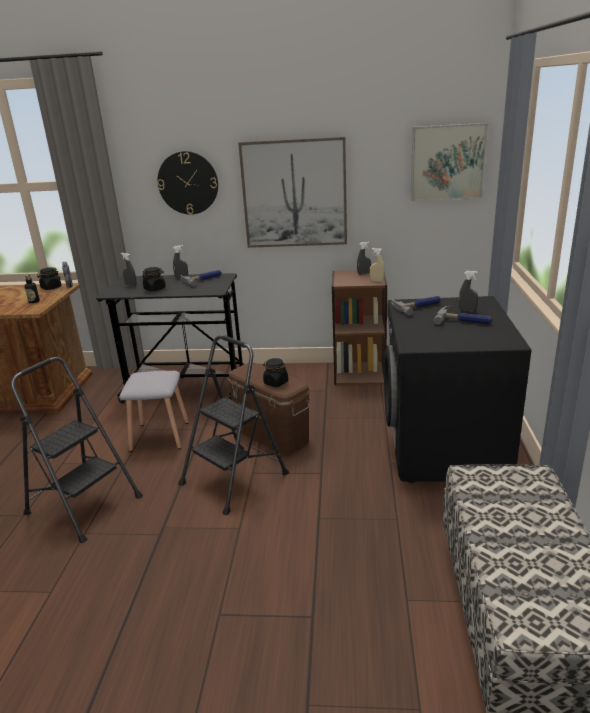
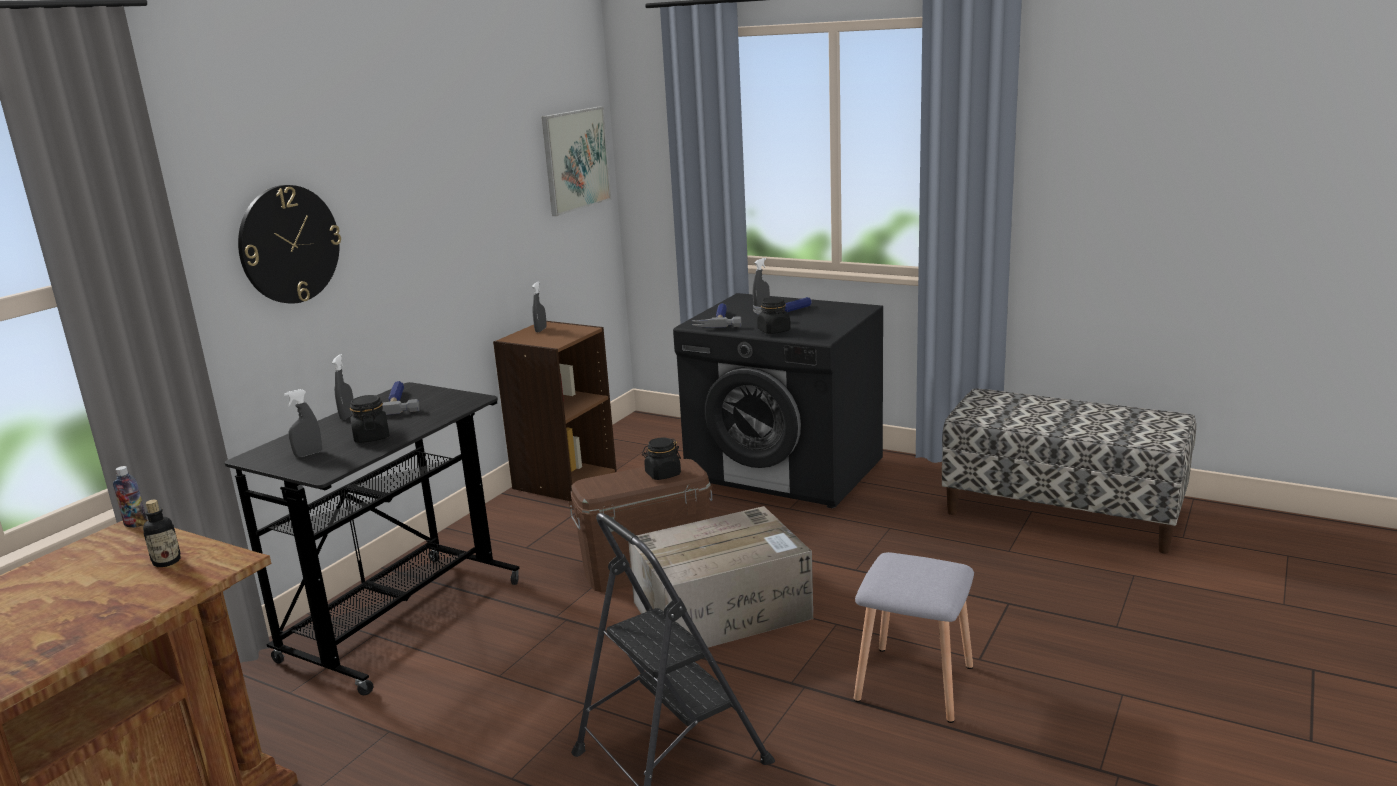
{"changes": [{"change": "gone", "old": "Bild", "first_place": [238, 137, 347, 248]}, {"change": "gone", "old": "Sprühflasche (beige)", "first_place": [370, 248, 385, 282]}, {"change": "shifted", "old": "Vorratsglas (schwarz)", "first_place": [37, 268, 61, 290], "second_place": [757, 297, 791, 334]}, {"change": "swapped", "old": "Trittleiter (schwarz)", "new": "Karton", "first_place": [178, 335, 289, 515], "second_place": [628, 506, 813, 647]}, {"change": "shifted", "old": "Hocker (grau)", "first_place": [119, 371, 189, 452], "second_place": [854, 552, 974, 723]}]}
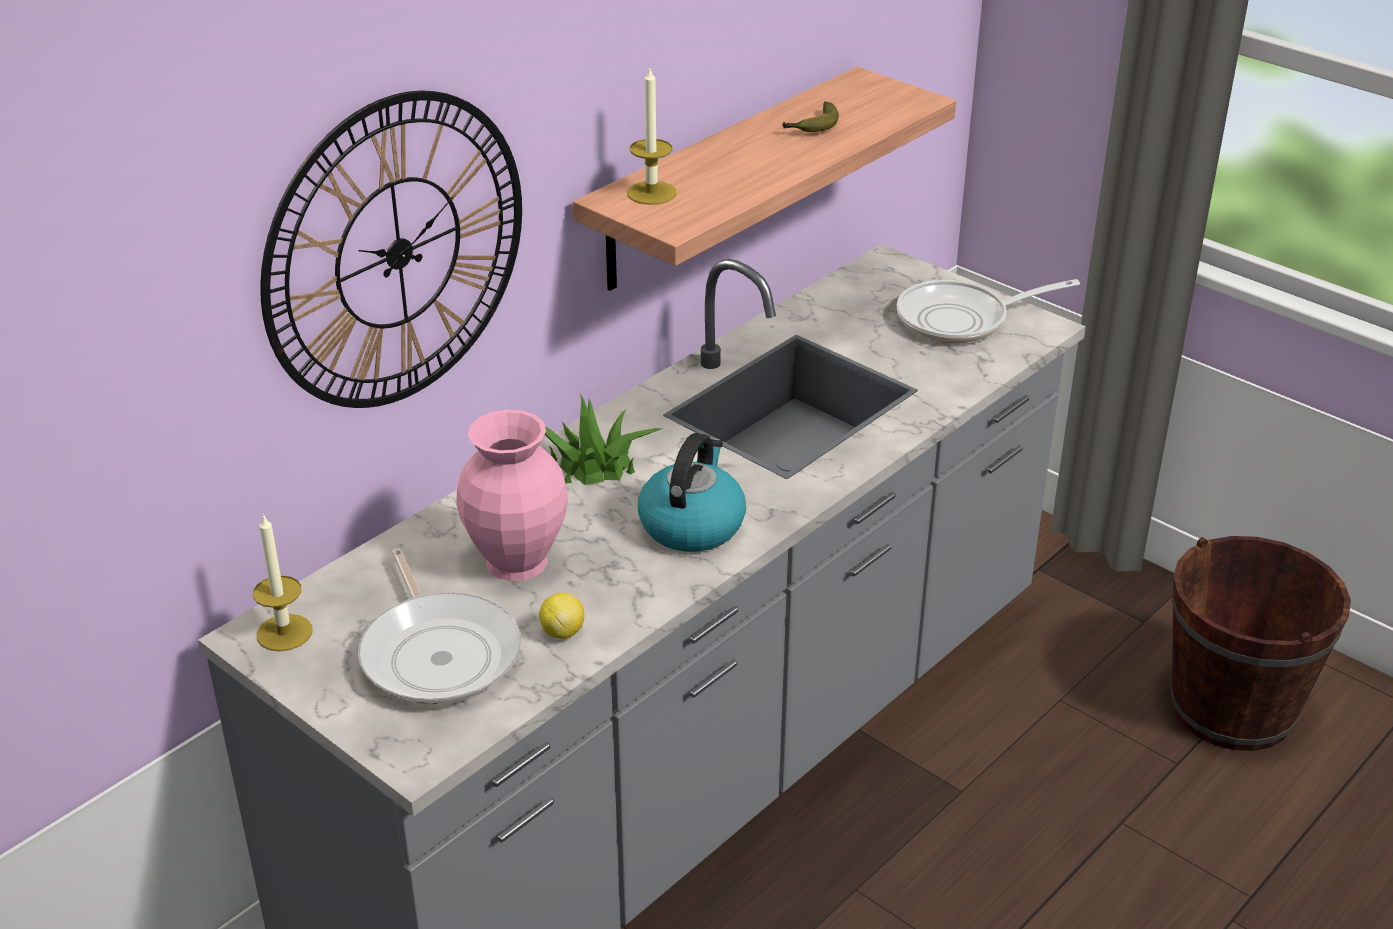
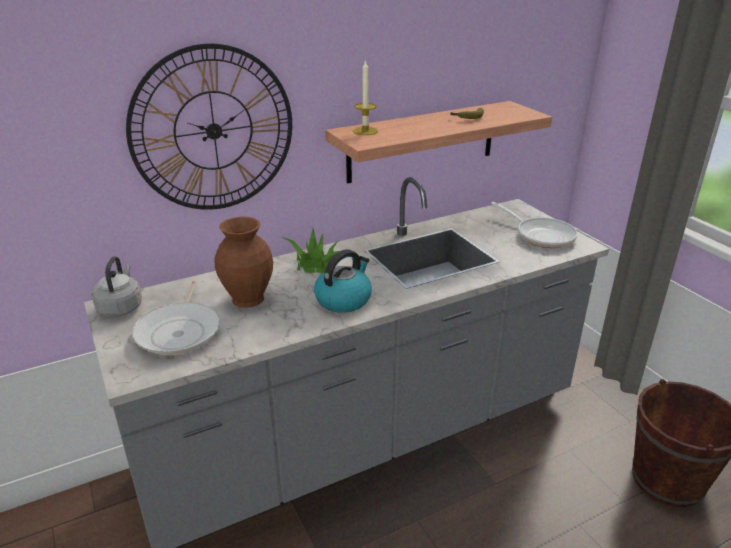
{"changes": [{"change": "rotated", "old": "Pfanne", "first_place": [897, 279, 1080, 343], "second_place": [491, 202, 578, 248], "degrees": -135}, {"change": "repainted", "old": "Vase (rosa)", "new": "Vase (braun)", "first_place": [456, 409, 568, 581], "second_place": [215, 217, 273, 308]}, {"change": "swapped", "old": "Kerze", "new": "Wasserkessel (grau)", "first_place": [253, 513, 312, 651], "second_place": [92, 256, 142, 317]}, {"change": "gone", "old": "Zitrone", "first_place": [539, 593, 584, 639]}]}
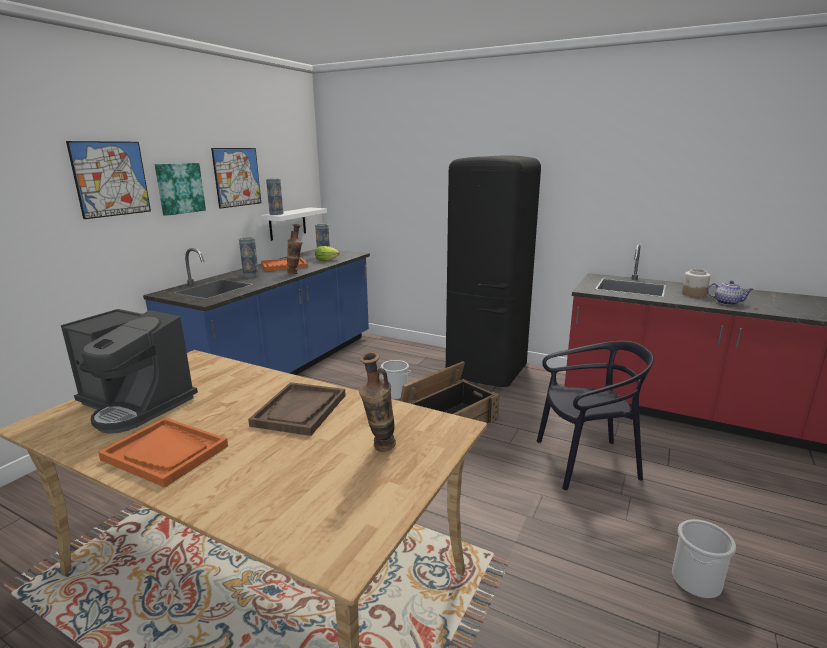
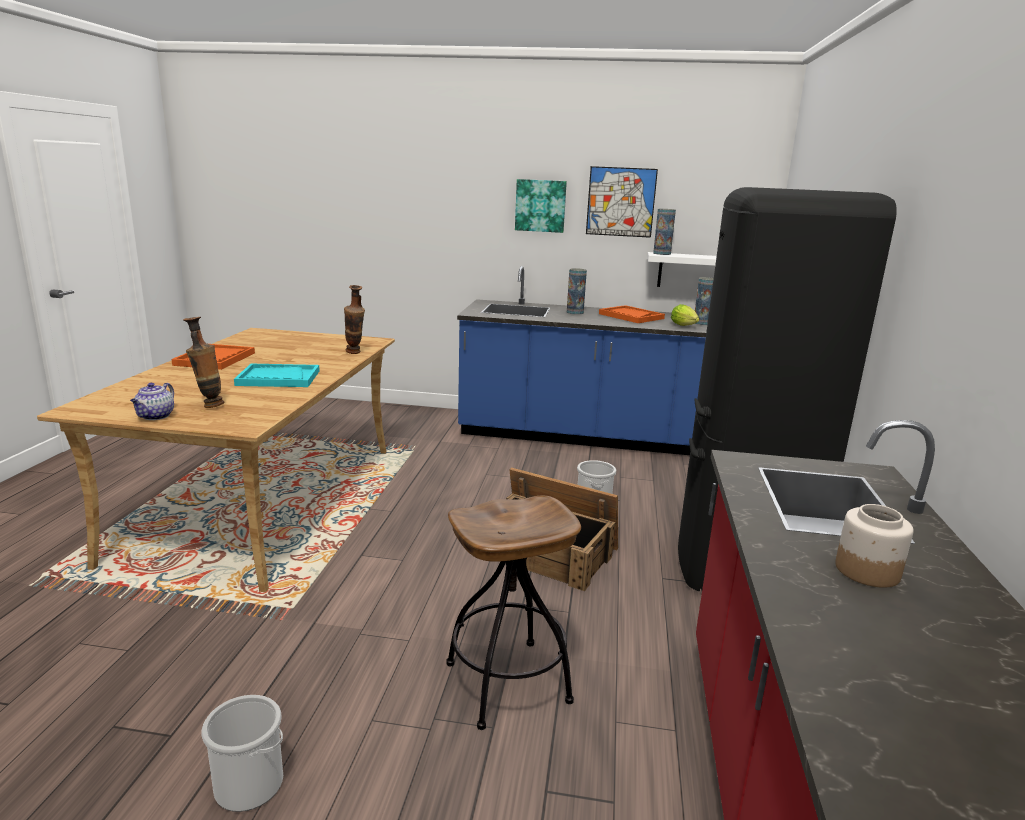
{"changes": [{"change": "gone", "old": "Bild", "first_place": [66, 141, 151, 219]}, {"change": "shifted", "old": "Vase", "first_place": [287, 224, 302, 274], "second_place": [344, 285, 365, 354]}, {"change": "shifted", "old": "Teekanne", "first_place": [707, 280, 754, 305], "second_place": [130, 383, 174, 420]}, {"change": "gone", "old": "Kaffeemaschine", "first_place": [61, 309, 198, 434]}, {"change": "swapped", "old": "Stuhl (schwarz)", "new": "Hocker (braun)", "first_place": [537, 341, 654, 490], "second_place": [446, 496, 581, 730]}, {"change": "repainted", "old": "Tablett (braun)", "new": "Tablett (türkis)", "first_place": [248, 382, 346, 436], "second_place": [234, 364, 320, 387]}]}
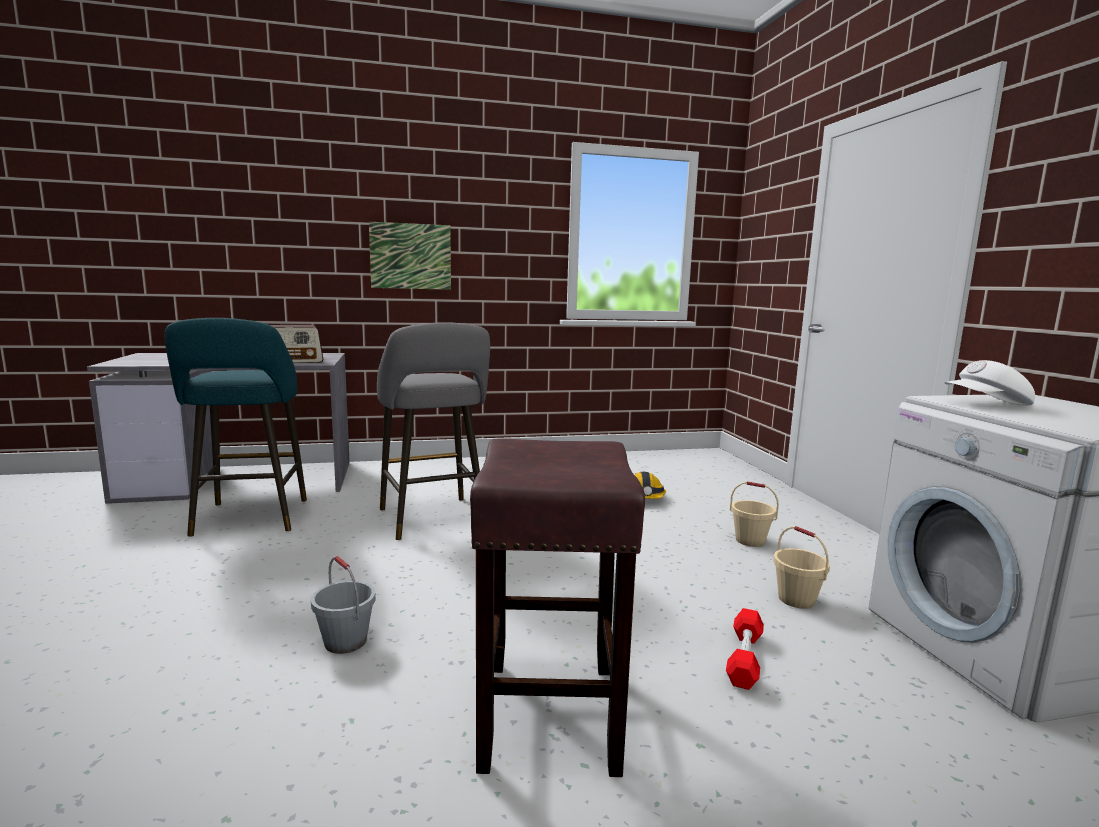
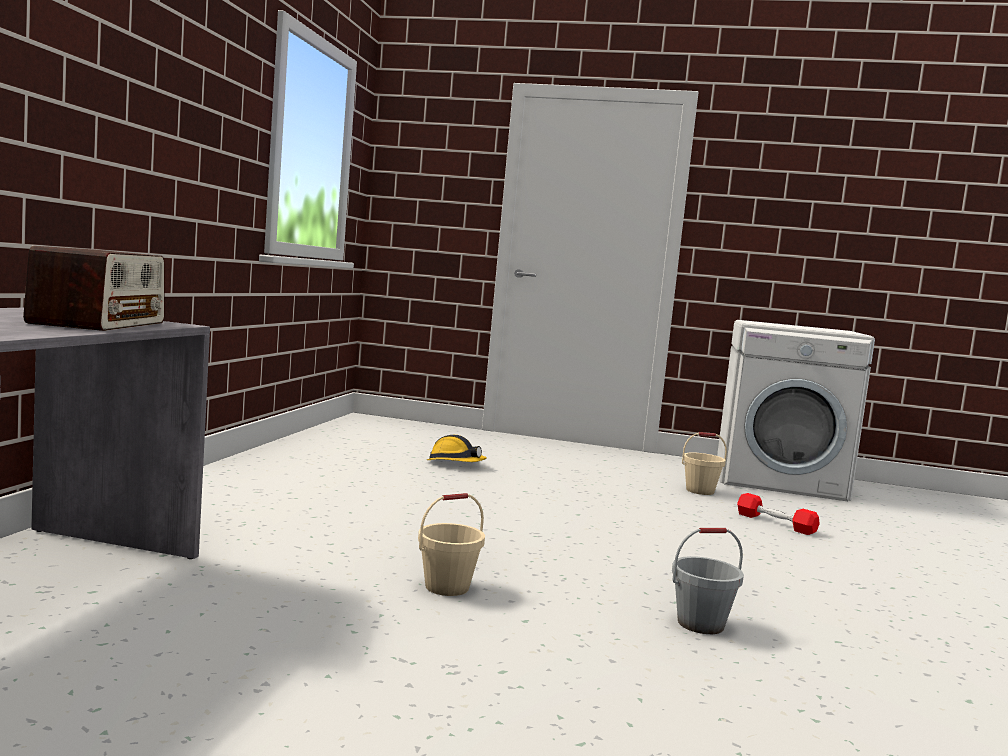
{"changes": [{"change": "gone", "old": "Bild", "first_place": [369, 222, 451, 290]}, {"change": "gone", "old": "Hocker (türkis)", "first_place": [165, 318, 307, 537]}, {"change": "gone", "old": "Hocker (grau)", "first_place": [377, 322, 490, 540]}, {"change": "gone", "old": "Kappe (weiß)", "first_place": [945, 360, 1035, 406]}, {"change": "gone", "old": "Hocker (braun)", "first_place": [470, 438, 645, 777]}, {"change": "shifted", "old": "Eimer (beige)", "first_place": [730, 481, 779, 547], "second_place": [418, 493, 485, 596]}]}
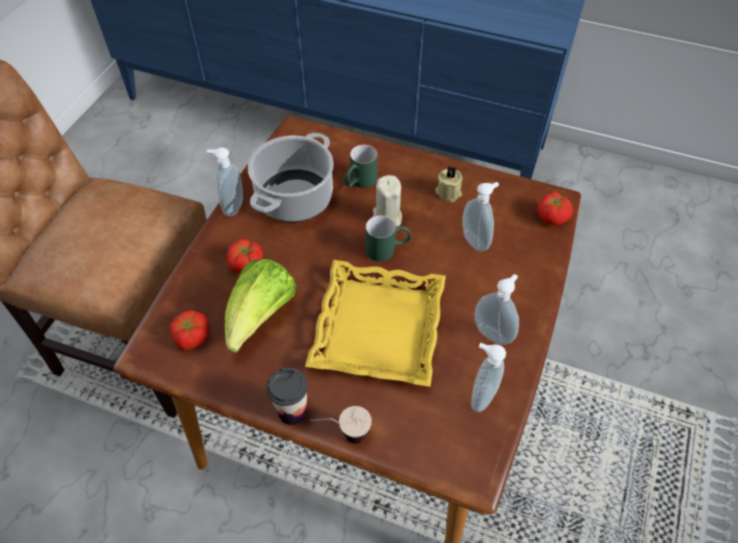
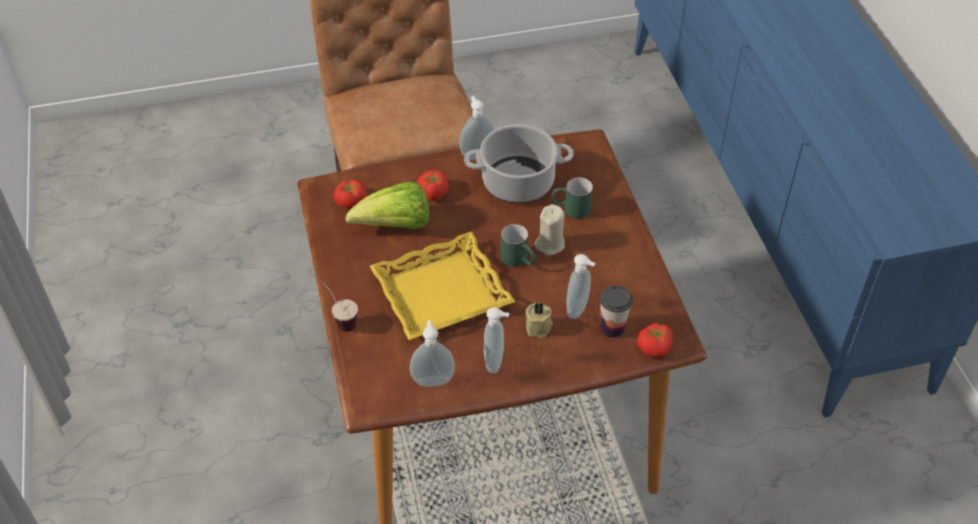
{"changes": [{"change": "shifted", "old": "Kerze (beige)", "first_place": [435, 166, 462, 202], "second_place": [526, 303, 553, 338]}, {"change": "shifted", "old": "Tasse", "first_place": [267, 368, 308, 425], "second_place": [600, 285, 633, 338]}]}
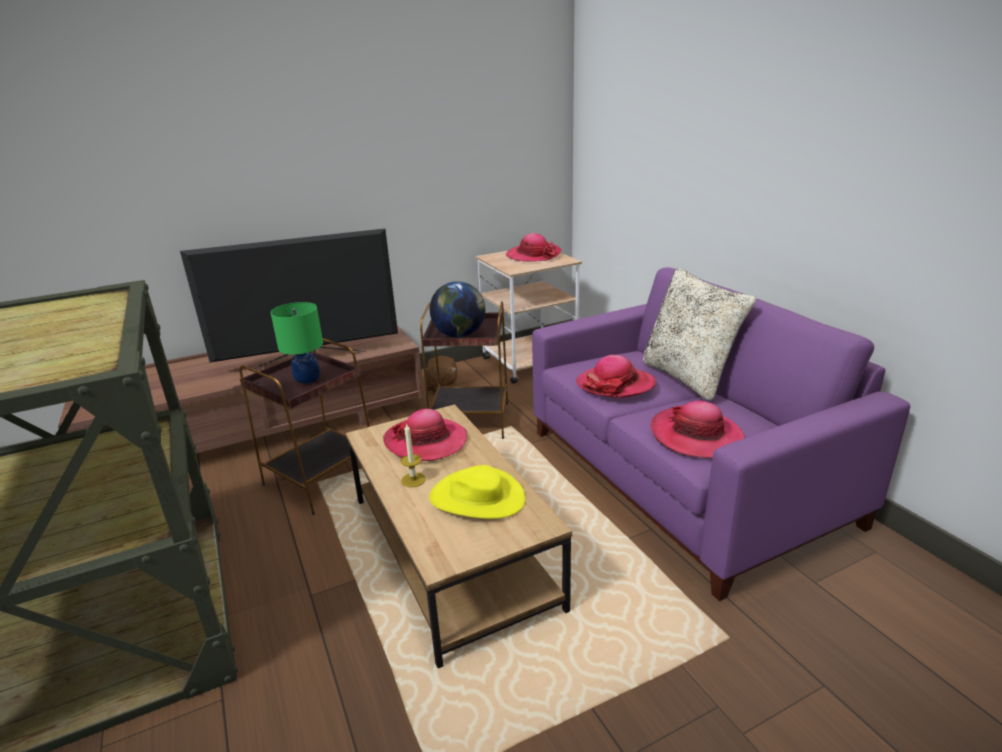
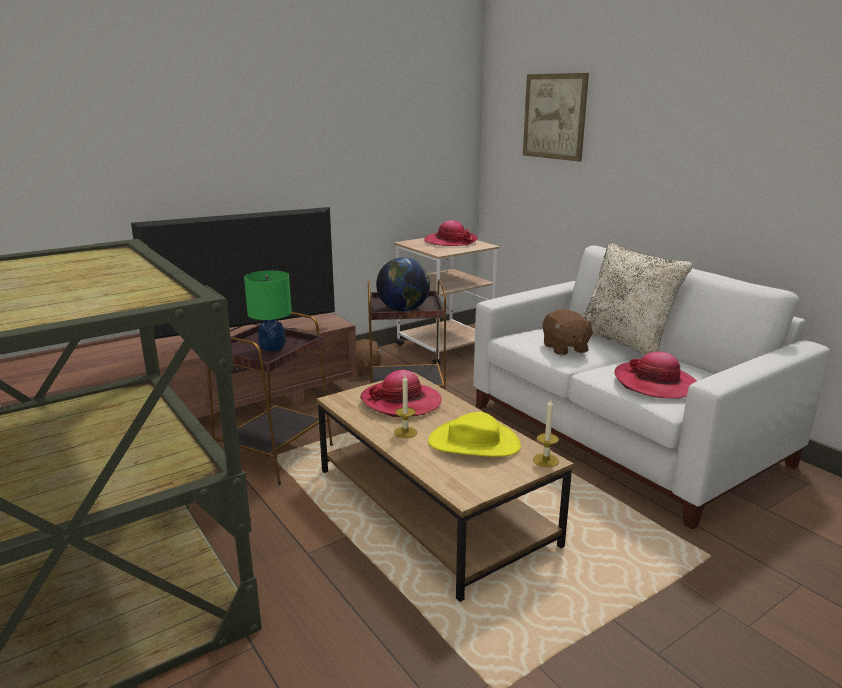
{"changes": [{"change": "repainted", "old": "Sofa (lila)", "new": "Sofa (weiß)", "first_place": [532, 267, 910, 601], "second_place": [474, 246, 830, 529]}, {"change": "swapped", "old": "Hut", "new": "Plüschtier (braun)", "first_place": [576, 355, 656, 398], "second_place": [542, 309, 595, 355]}, {"change": "new", "new": "Bild", "second_place": [523, 73, 589, 162]}, {"change": "new", "new": "Kerze", "second_place": [533, 399, 559, 467]}]}
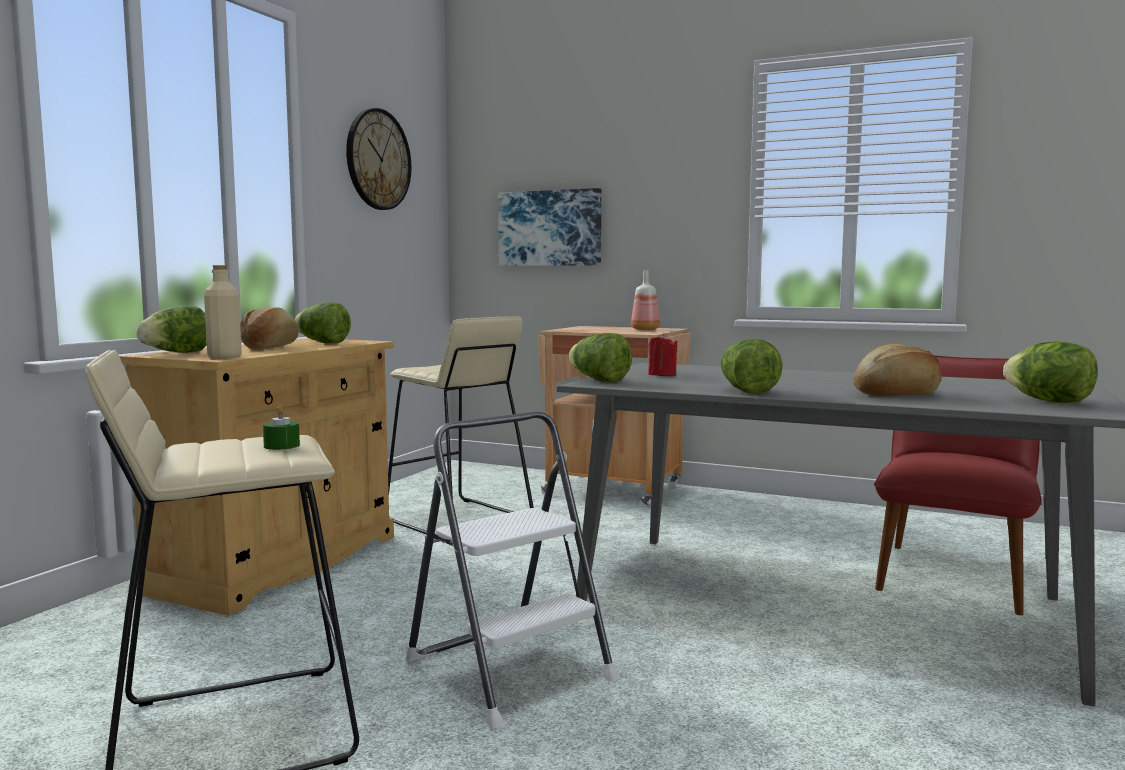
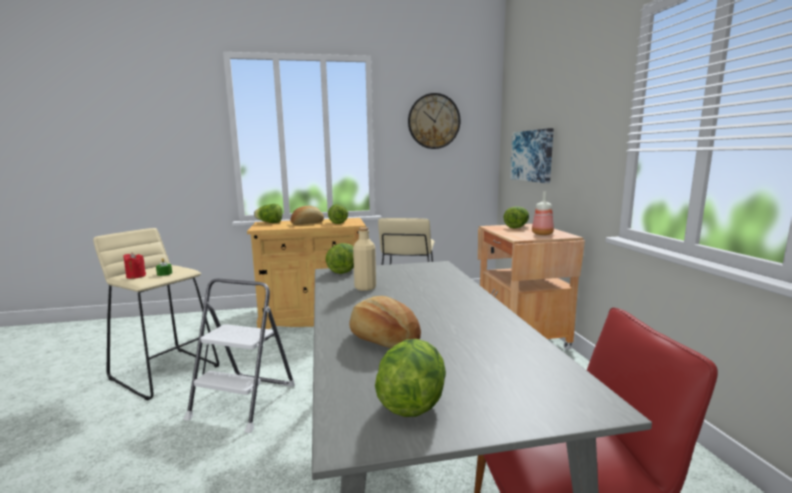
{"changes": [{"change": "shifted", "old": "Flasche (beige)", "first_place": [204, 265, 242, 358], "second_place": [353, 227, 376, 291]}, {"change": "shifted", "old": "Kerze (rot)", "first_place": [648, 333, 678, 376], "second_place": [123, 253, 146, 279]}, {"change": "shifted", "old": "Salatkopf", "first_place": [721, 339, 783, 394], "second_place": [504, 206, 529, 228]}]}
